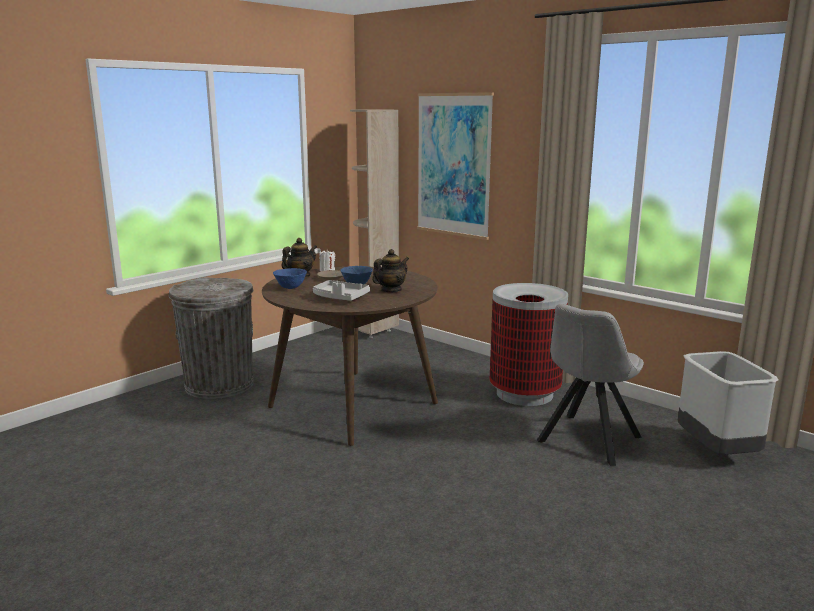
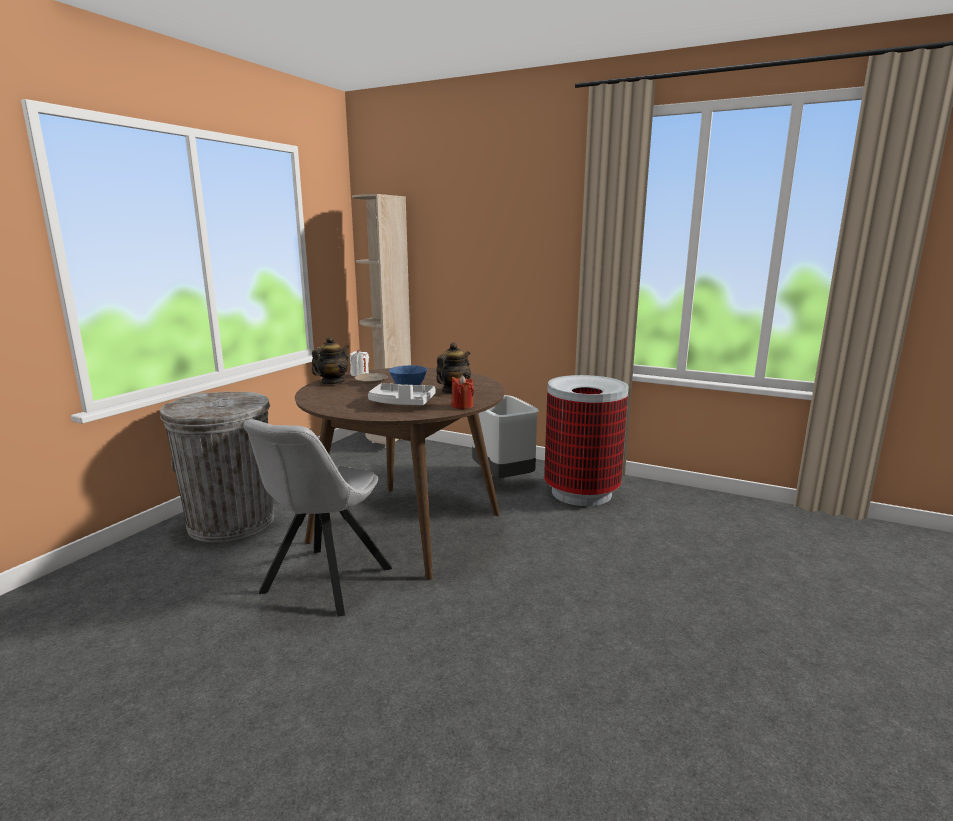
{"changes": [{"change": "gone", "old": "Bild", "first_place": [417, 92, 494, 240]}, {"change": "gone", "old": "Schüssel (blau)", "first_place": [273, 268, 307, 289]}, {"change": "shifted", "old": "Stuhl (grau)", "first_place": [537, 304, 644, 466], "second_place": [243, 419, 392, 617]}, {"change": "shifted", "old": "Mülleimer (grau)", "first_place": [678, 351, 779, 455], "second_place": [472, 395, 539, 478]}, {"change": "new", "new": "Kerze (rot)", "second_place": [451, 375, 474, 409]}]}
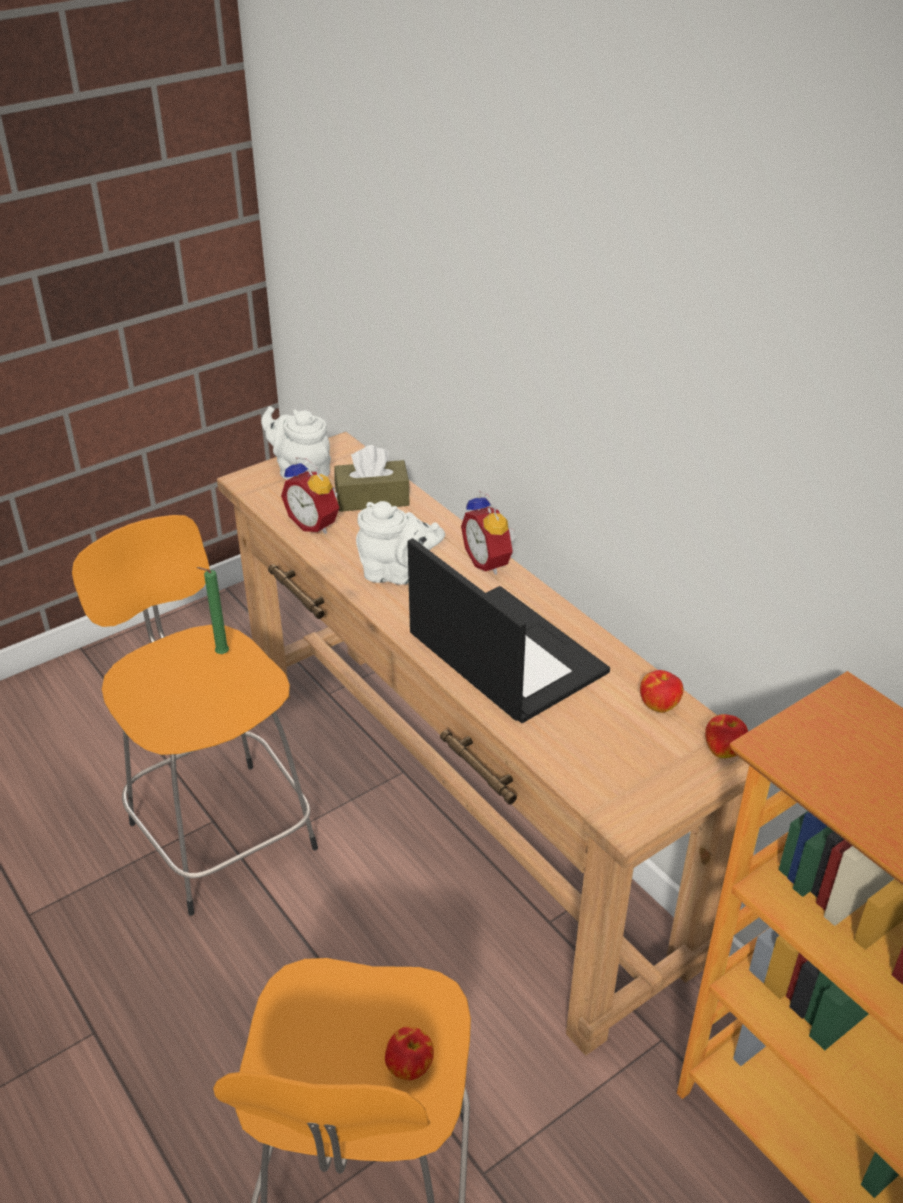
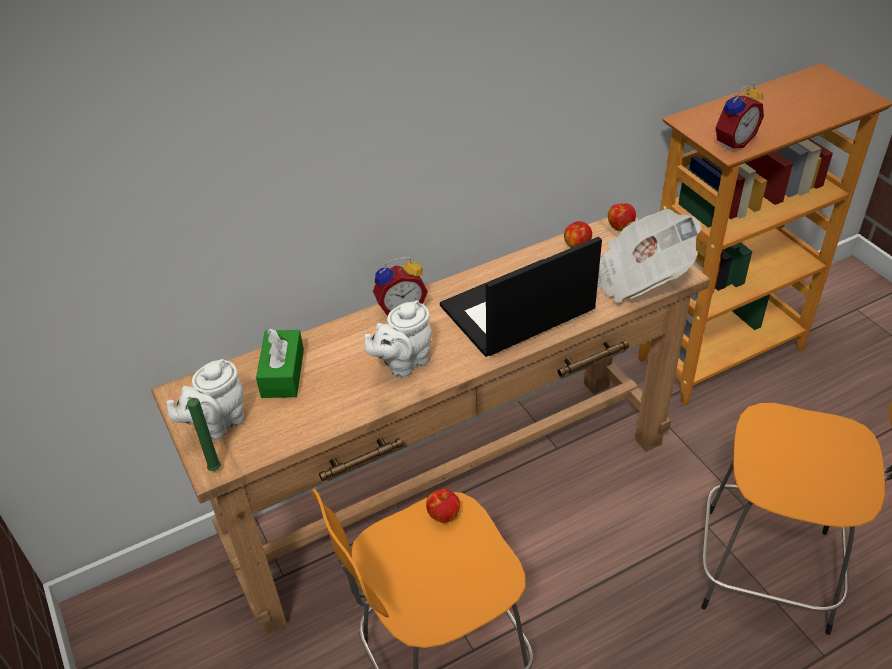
{"changes": [{"change": "repainted", "old": "Taschentuchbox (braun)", "new": "Taschentuchbox (grün)", "first_place": [334, 445, 410, 512], "second_place": [256, 328, 304, 398]}, {"change": "shifted", "old": "Wecker", "first_place": [281, 457, 339, 534], "second_place": [715, 82, 764, 151]}, {"change": "rotated", "old": "Teekanne (weiß)", "first_place": [356, 501, 445, 585], "second_place": [364, 300, 432, 377], "degrees": -150}, {"change": "shifted", "old": "Kerze (grün)", "first_place": [197, 567, 229, 654], "second_place": [187, 398, 221, 471]}, {"change": "shifted", "old": "Apfel", "first_place": [385, 1027, 434, 1080], "second_place": [426, 489, 460, 523]}, {"change": "new", "new": "Zeitung", "second_place": [597, 209, 702, 303]}]}
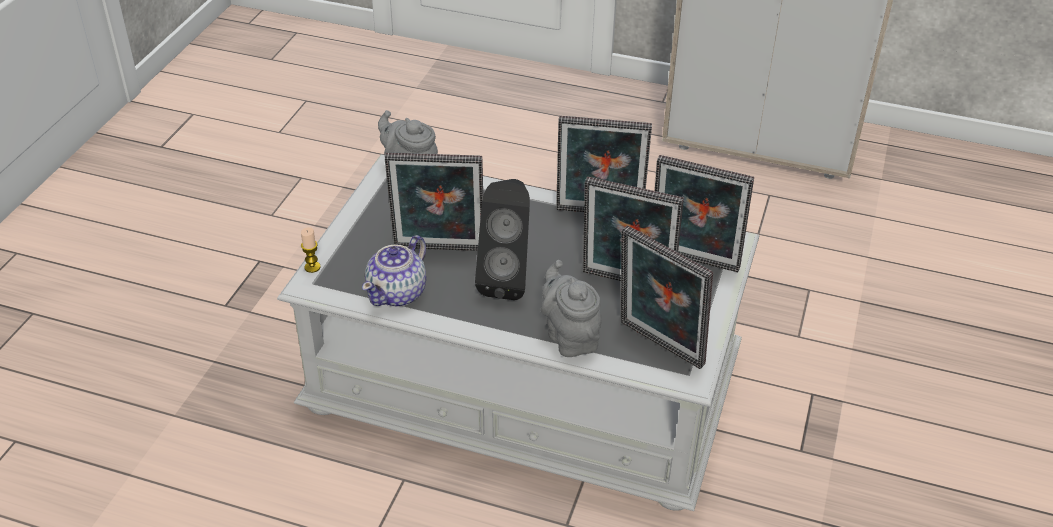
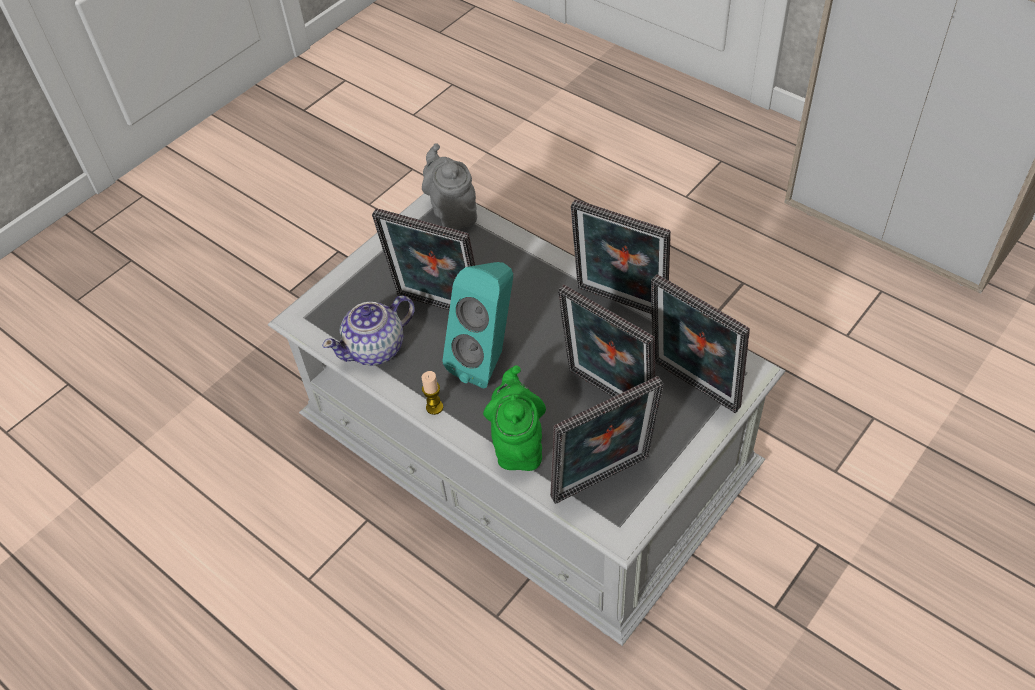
{"changes": [{"change": "repainted", "old": "Lautsprecher (schwarz)", "new": "Lautsprecher (türkis)", "first_place": [475, 179, 530, 300], "second_place": [443, 262, 513, 388]}, {"change": "rotated", "old": "Bilderrahmen", "first_place": [621, 226, 713, 369], "second_place": [550, 376, 664, 504], "degrees": -90}, {"change": "shifted", "old": "Kerze", "first_place": [301, 227, 320, 273], "second_place": [421, 371, 443, 415]}, {"change": "repainted", "old": "Teekanne (grau)", "new": "Teekanne (grün)", "first_place": [541, 260, 602, 357], "second_place": [483, 365, 546, 471]}]}
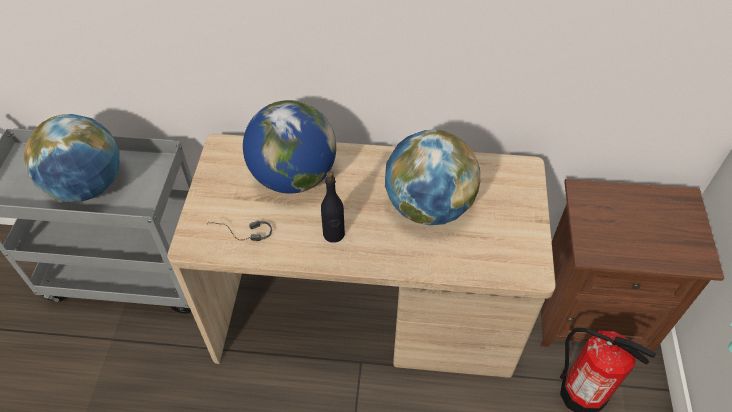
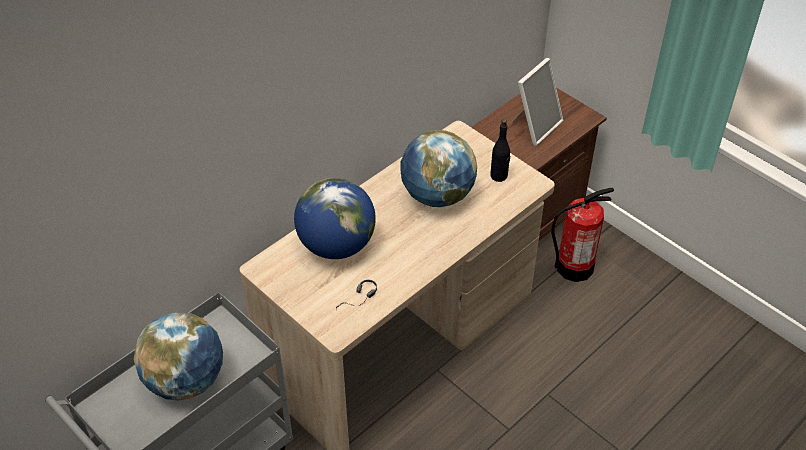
{"changes": [{"change": "shifted", "old": "Flasche (schwarz)", "first_place": [321, 171, 345, 243], "second_place": [490, 119, 510, 182]}, {"change": "new", "new": "Bilderrahmen", "second_place": [511, 58, 563, 146]}]}
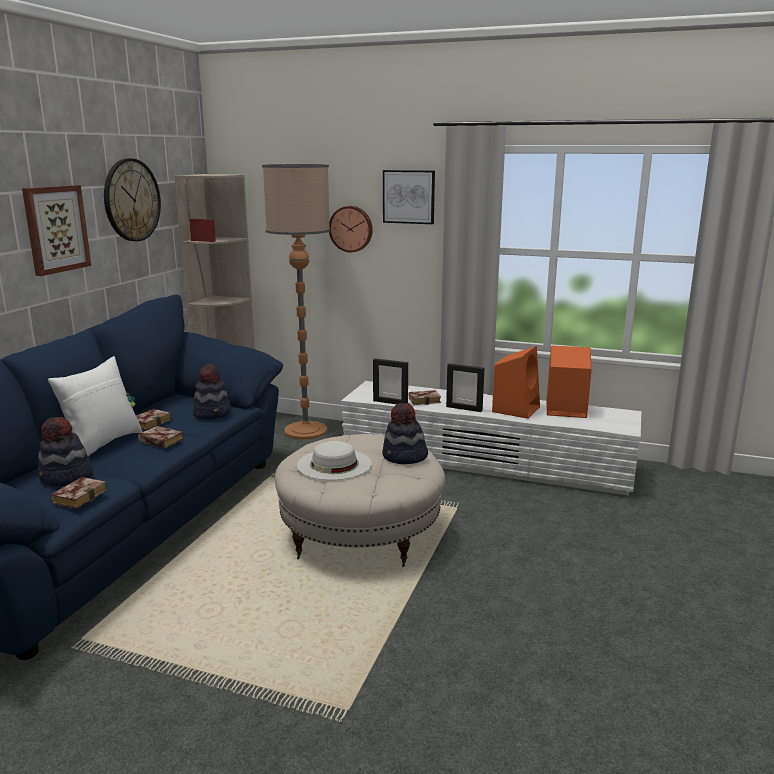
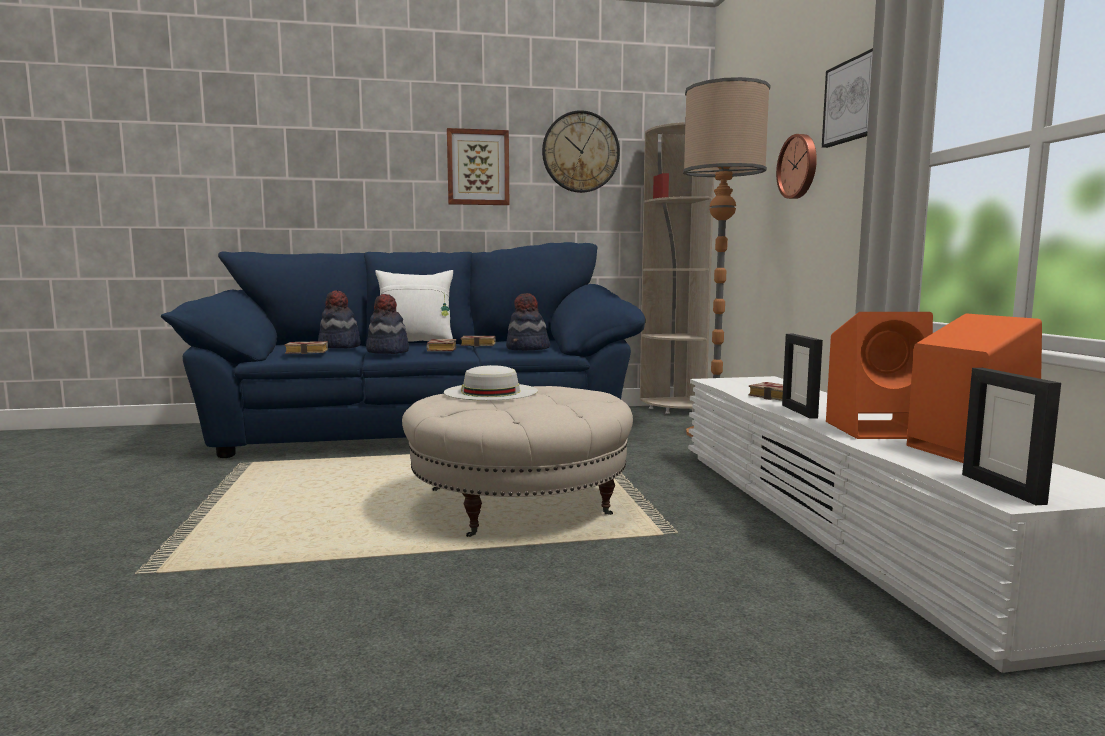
{"changes": [{"change": "shifted", "old": "Bilderrahmen", "first_place": [373, 358, 408, 404], "second_place": [962, 368, 1061, 505]}, {"change": "shifted", "old": "Hut", "first_place": [382, 403, 428, 464], "second_place": [366, 294, 409, 354]}]}
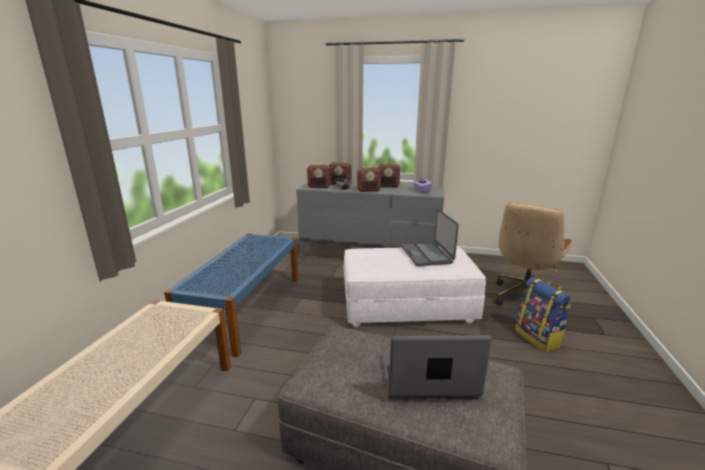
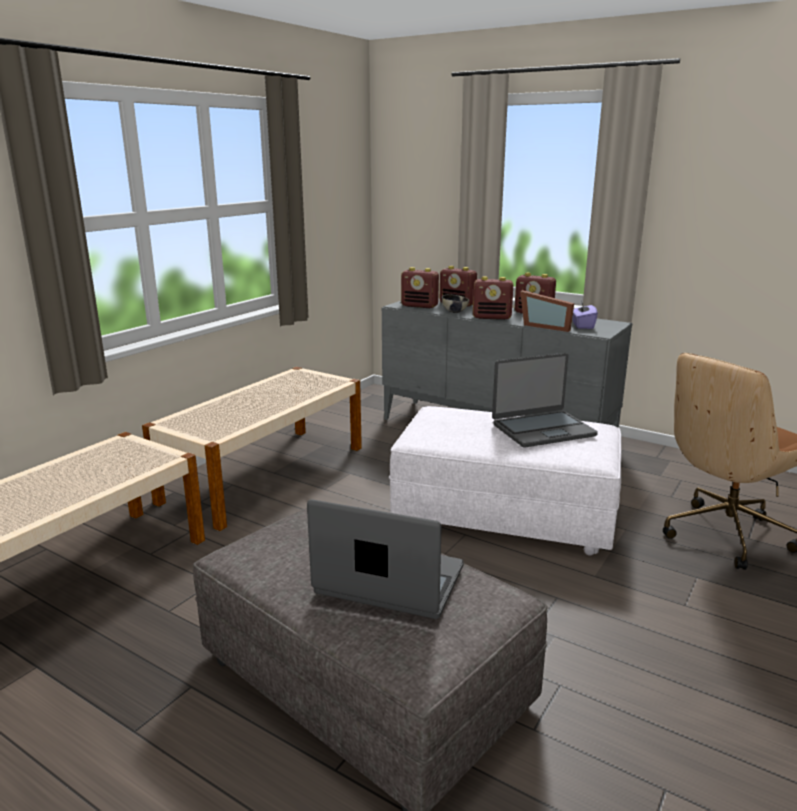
{"changes": [{"change": "rotated", "old": "Laptop", "first_place": [401, 209, 459, 266], "second_place": [492, 353, 598, 448], "degrees": -120}, {"change": "repainted", "old": "Bank (blau)", "new": "Bank (beige)", "first_place": [164, 233, 299, 357], "second_place": [142, 367, 362, 531]}, {"change": "gone", "old": "Rucksack", "first_place": [515, 277, 571, 352]}, {"change": "new", "new": "Bilderrahmen", "second_place": [520, 290, 574, 332]}]}
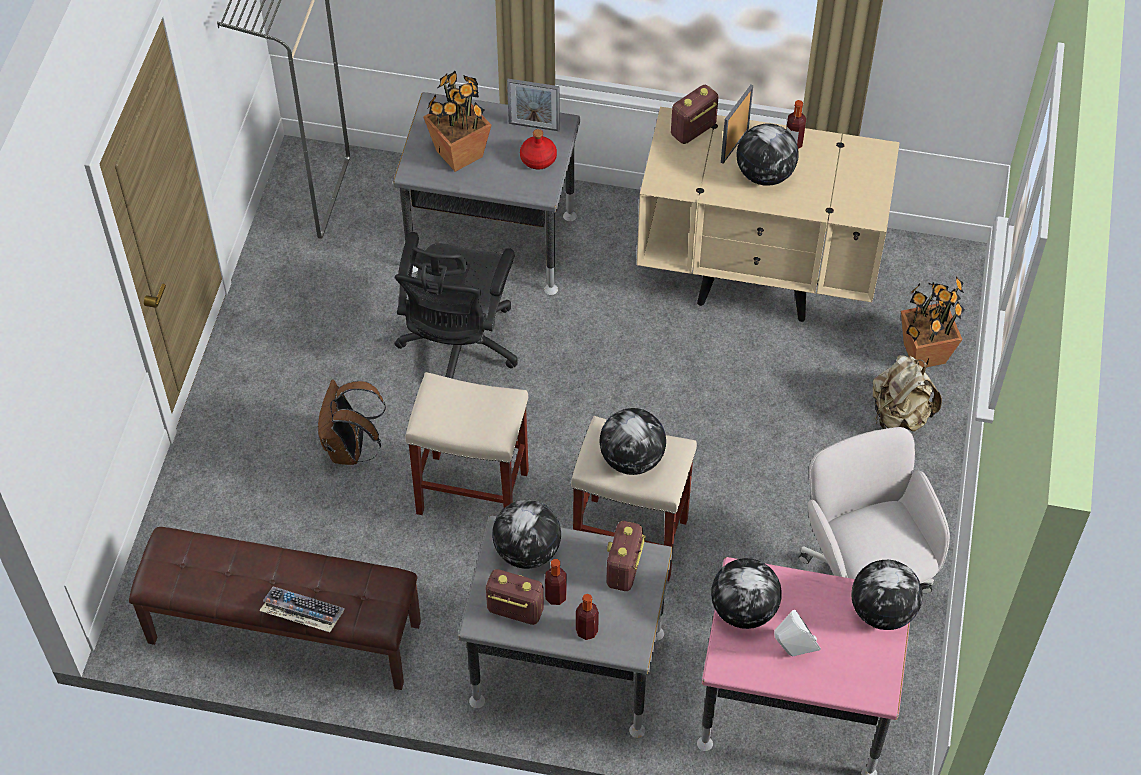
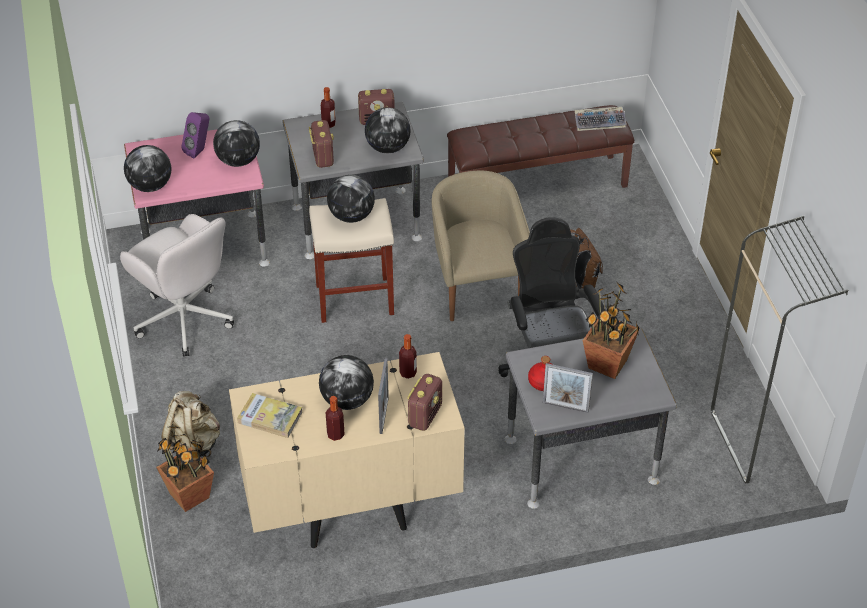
{"changes": [{"change": "rotated", "old": "Bilderrahmen", "first_place": [507, 79, 560, 131], "second_place": [543, 363, 593, 413], "degrees": -150}, {"change": "swapped", "old": "Hocker (beige)", "new": "Sessel (beige)", "first_place": [405, 372, 529, 515], "second_place": [432, 171, 530, 321]}, {"change": "shifted", "old": "Flasche", "first_place": [545, 559, 567, 605], "second_place": [399, 334, 417, 379]}, {"change": "shifted", "old": "Tastatur", "first_place": [259, 587, 345, 632], "second_place": [575, 107, 627, 131]}, {"change": "repainted", "old": "Lautsprecher (weiß)", "new": "Lautsprecher (lila)", "first_place": [774, 610, 821, 656], "second_place": [181, 112, 209, 159]}, {"change": "new", "new": "Buch", "second_place": [237, 393, 302, 438]}]}
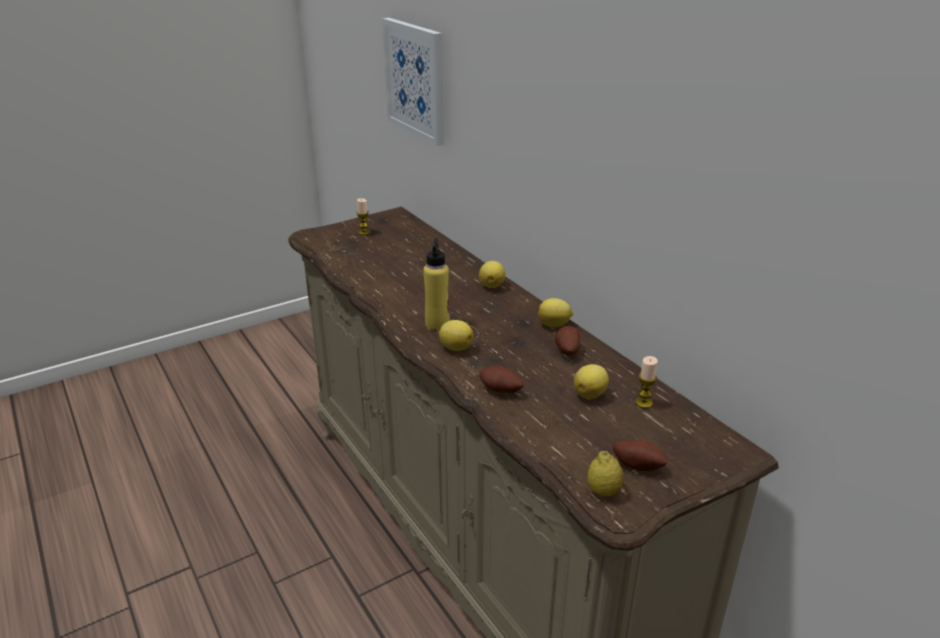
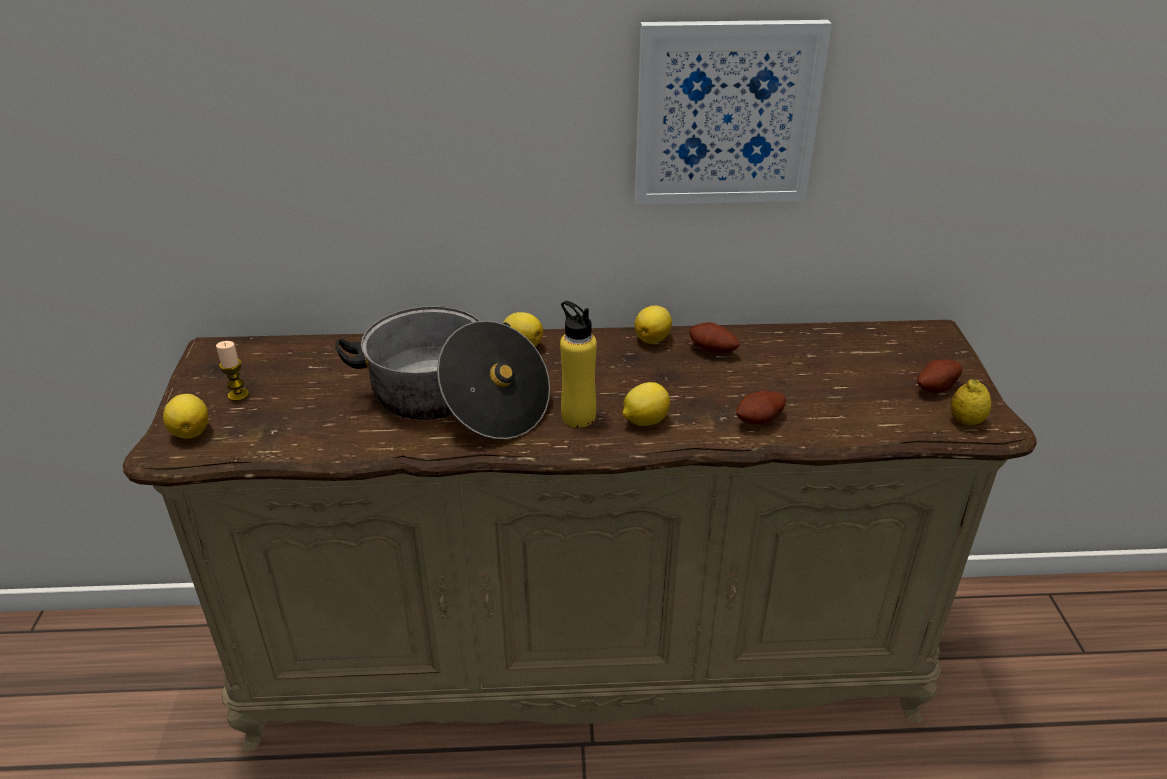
{"changes": [{"change": "shifted", "old": "Bild", "first_place": [382, 18, 444, 146], "second_place": [635, 20, 832, 204]}, {"change": "gone", "old": "Kerze", "first_place": [635, 356, 658, 408]}, {"change": "shifted", "old": "Zitrone", "first_place": [574, 364, 609, 399], "second_place": [163, 394, 209, 438]}, {"change": "new", "new": "Kochtopf", "second_place": [335, 306, 550, 439]}]}
